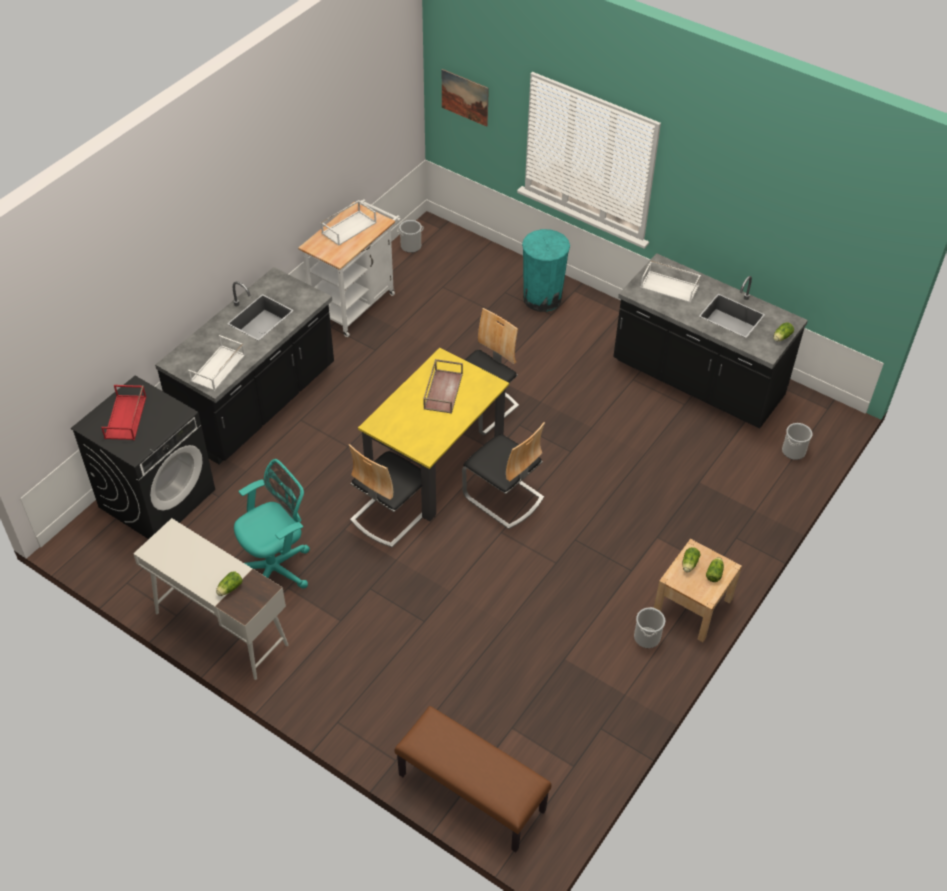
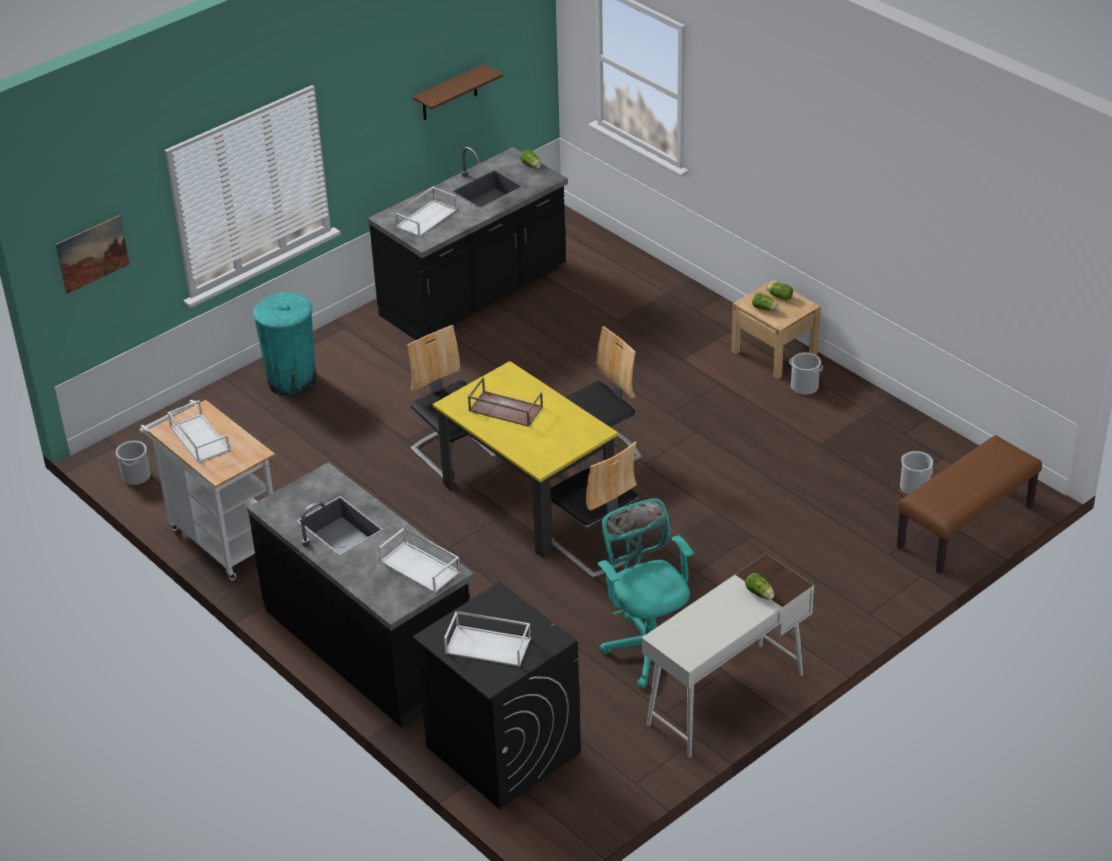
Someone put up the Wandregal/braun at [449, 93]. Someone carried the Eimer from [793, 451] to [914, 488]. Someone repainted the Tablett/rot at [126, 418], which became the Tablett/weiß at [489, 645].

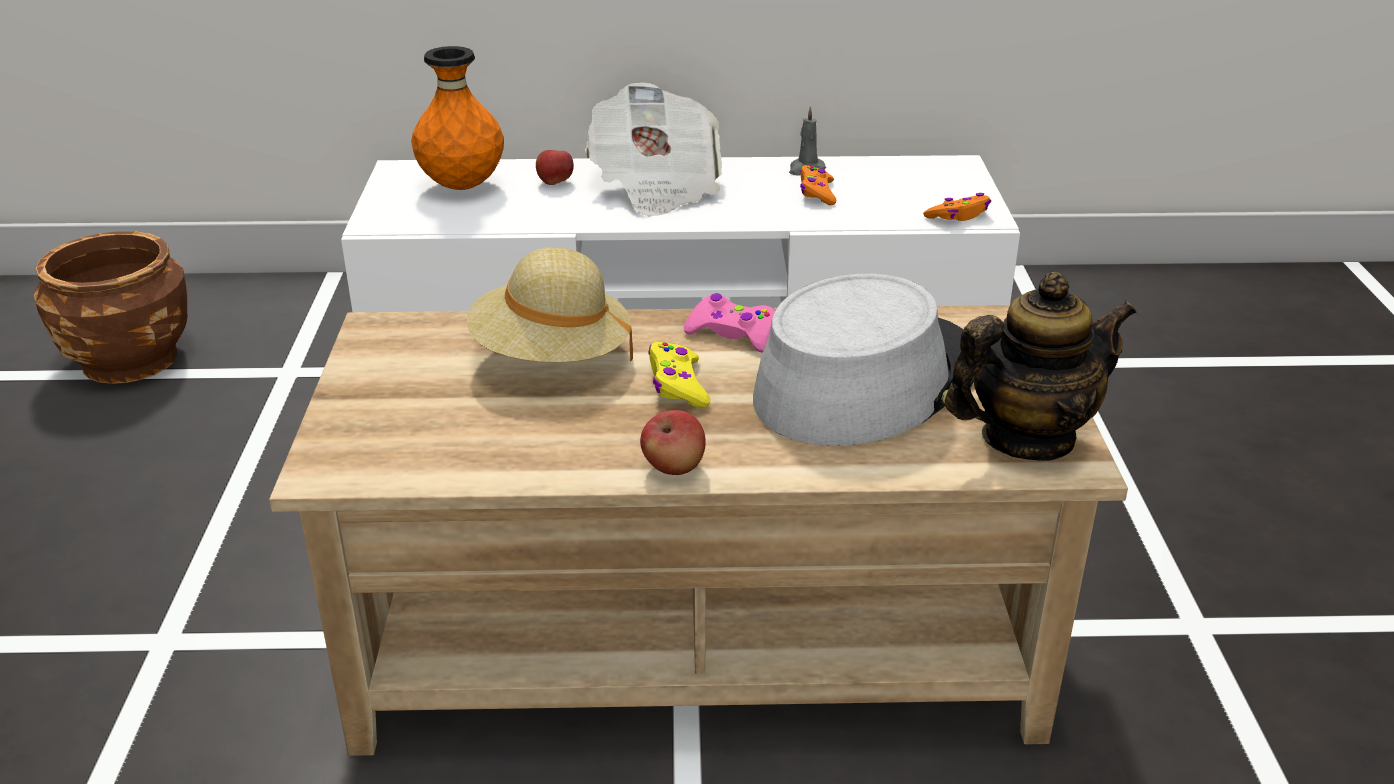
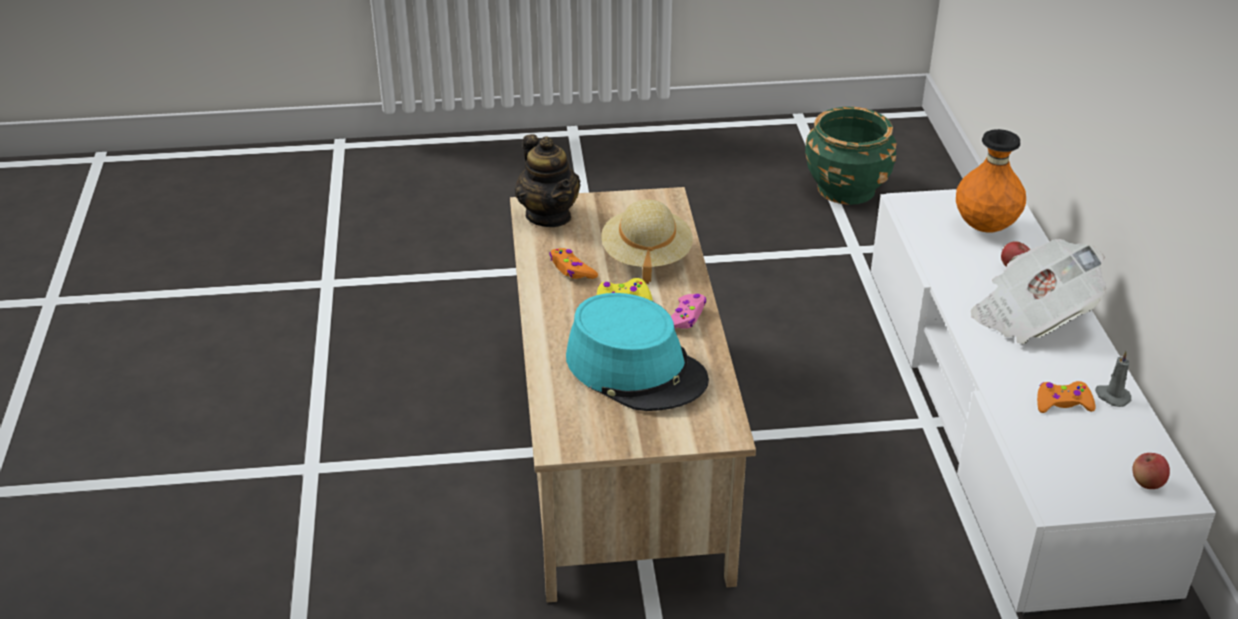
Someone carried the Apfel from [674, 468] to [1147, 483]. Someone carried the Gamepad/orange from [959, 216] to [572, 270]. Someone carried the Teekanne from [1027, 438] to [549, 215]. Someone repainted the Pflanzkübel/braun at [130, 359], which became the Pflanzkübel/grün at [846, 188]. Someone repainted the Hut/grau at [865, 381], which became the Hut/türkis at [636, 369].

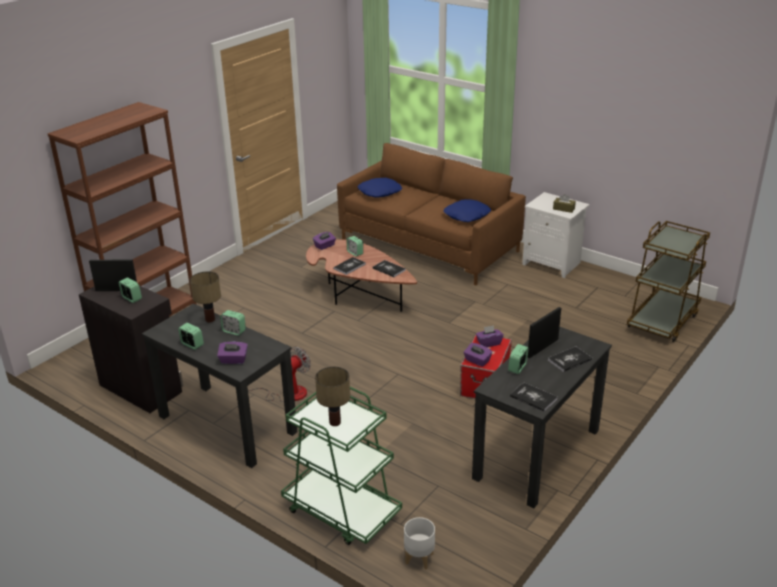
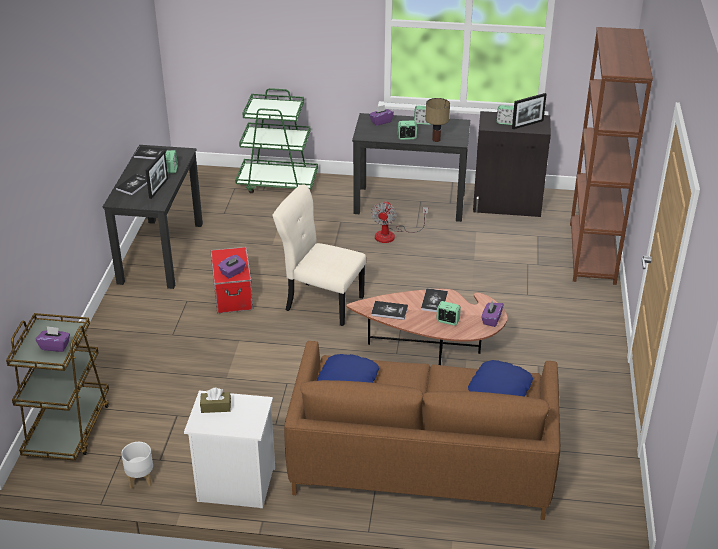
Someone took away the Tischlampe at [335, 422]. Someone put down the Stuhl/beige at [321, 302]. Someone carried the Pflanzkübel/weiß from [419, 559] to [140, 479]. Someone carried the Taschentuchbox/lila from [477, 361] to [55, 346].

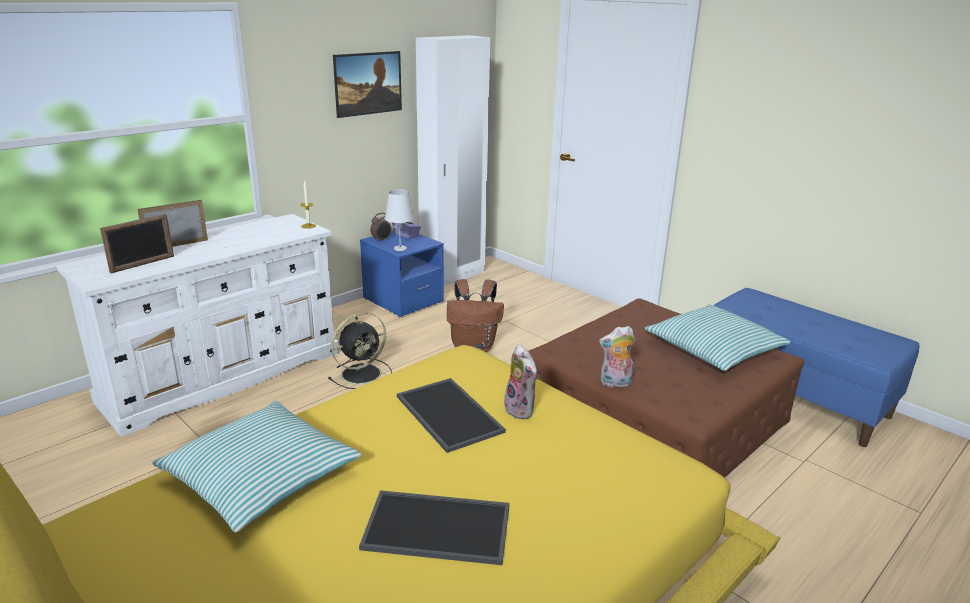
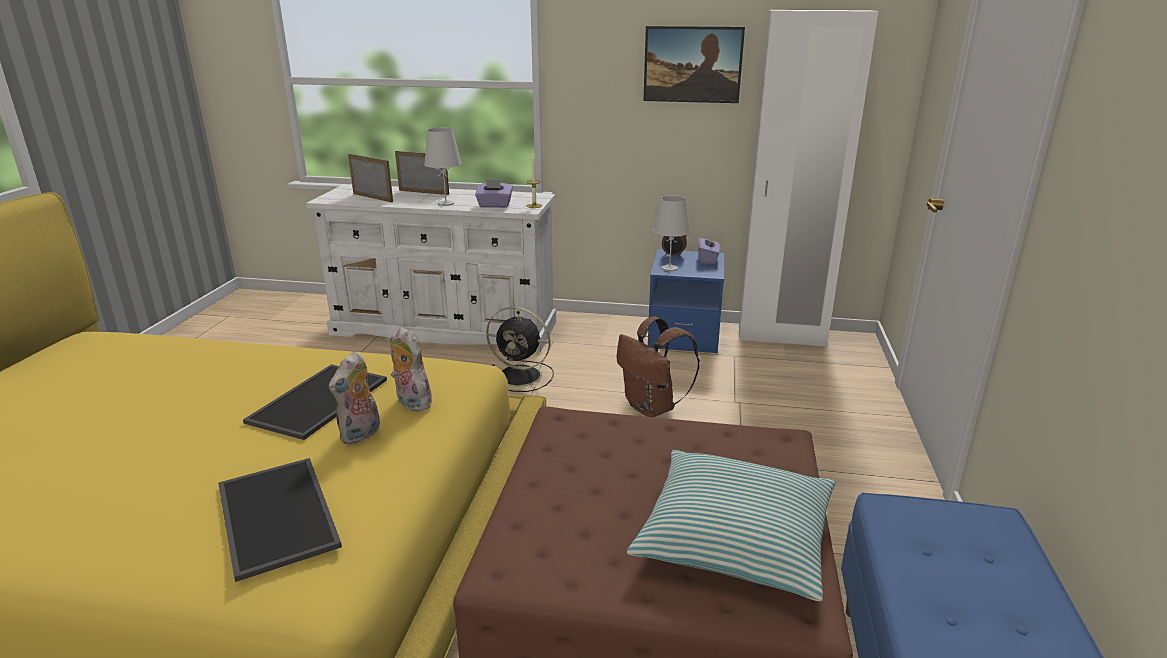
Someone took away the Kissen at [261, 477]. Someone put down the Tischlampe/weiß at [445, 203]. Someone put down the Taschentuchbox/lila at [494, 205]. Someone carried the Tablett from [435, 529] to [274, 515]. Someone carried the Plüschtier from [615, 383] to [411, 403]. Someone rotated the Bilderrahmen at [143, 264] by 150 degrees counterclockwise.

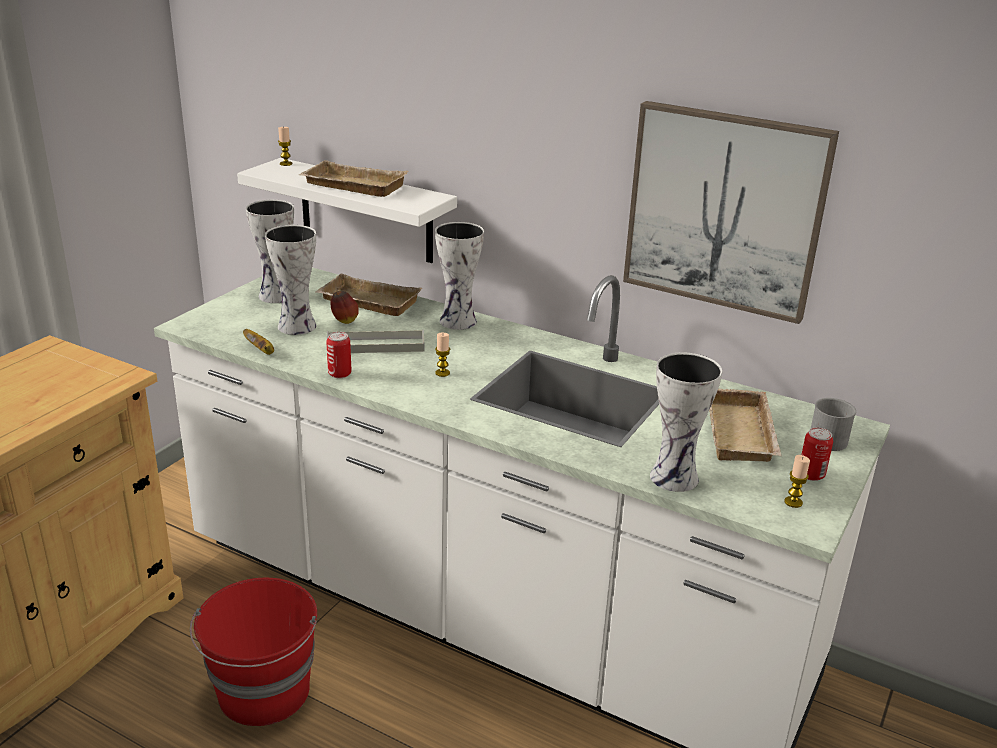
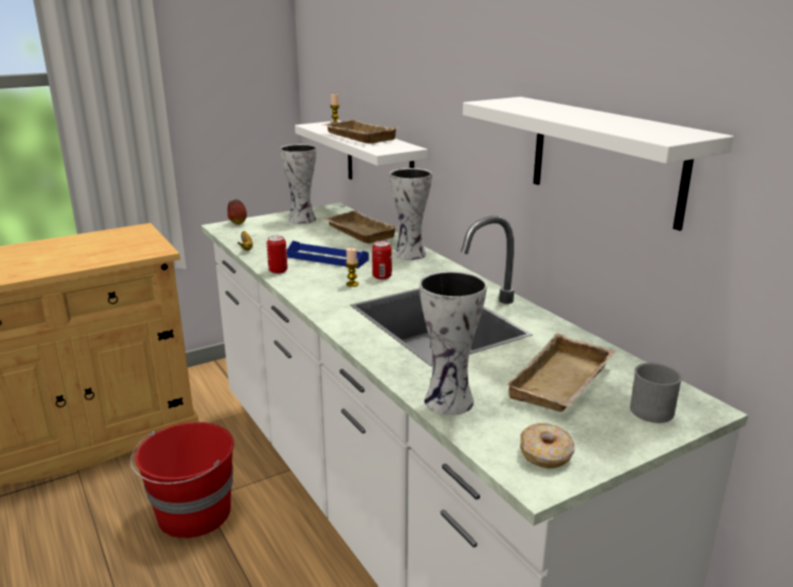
Someone took away the Vase at [297, 327]. Someone carried the Apfel from [344, 321] to [237, 223]. Someone carried the Dose from [811, 475] to [382, 276]. Someone swapped the Bild at [724, 210] for the Wandregal/weiß at [605, 159]. Someone swapped the Kerze at [793, 502] for the Donut at [546, 454]. Someone repainted the Tablett/grau at [376, 345], which became the Tablett/blau at [327, 258].

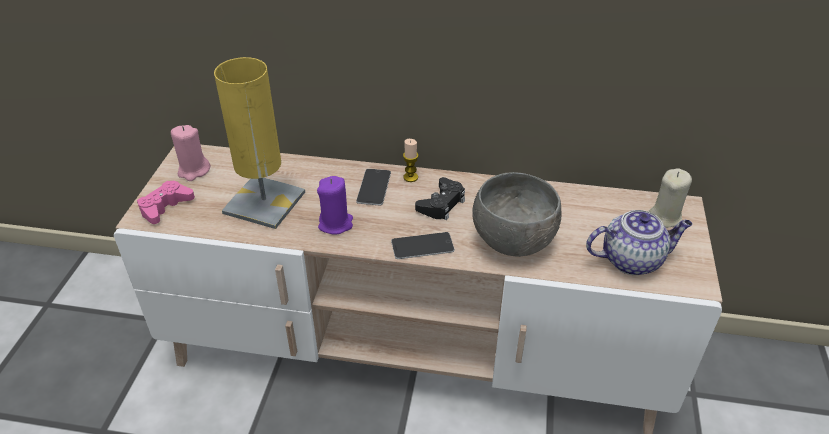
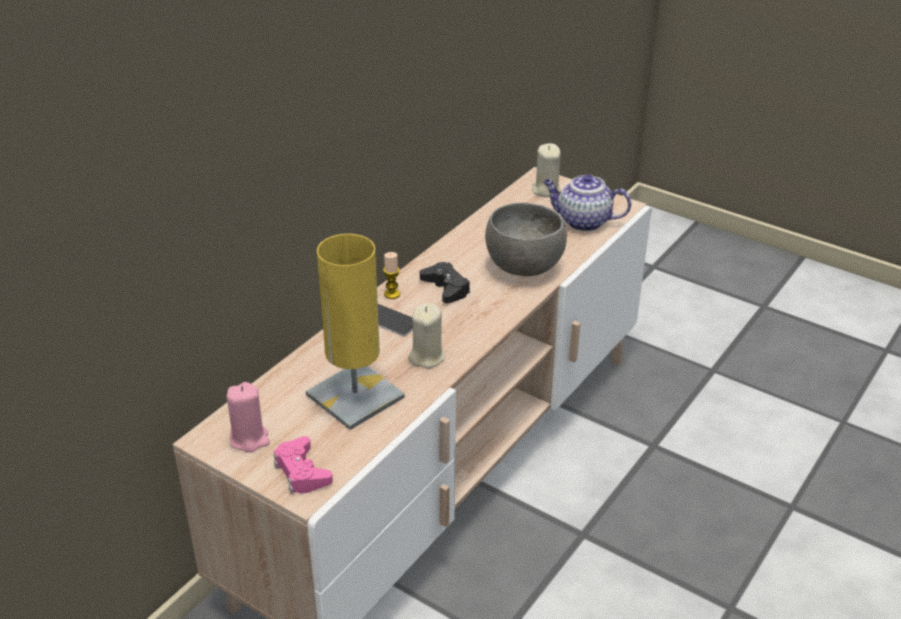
Someone took away the Handy at [422, 246]. Someone repainted the Kerze/lila at [336, 224], which became the Kerze/beige at [426, 357]. Someone rotated the Teekanne at [632, 260] by 90 degrees counterclockwise.

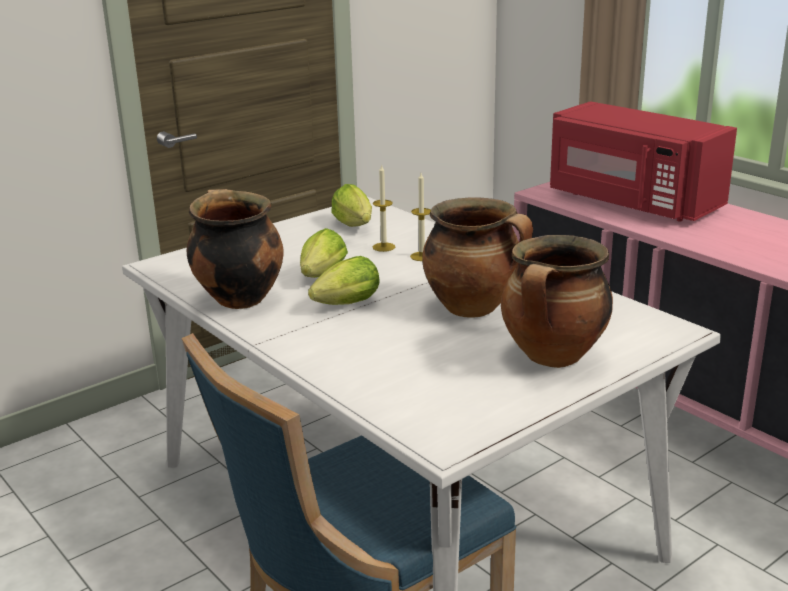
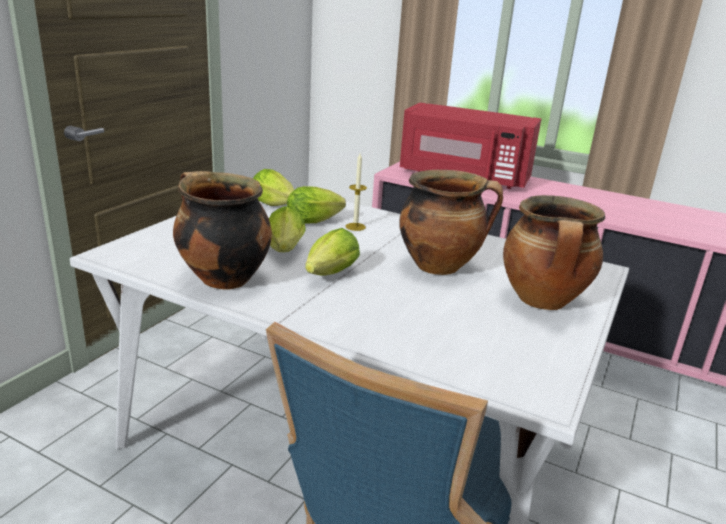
Someone swapped the Kerze at [384, 247] for the Salatkopf at [316, 221].

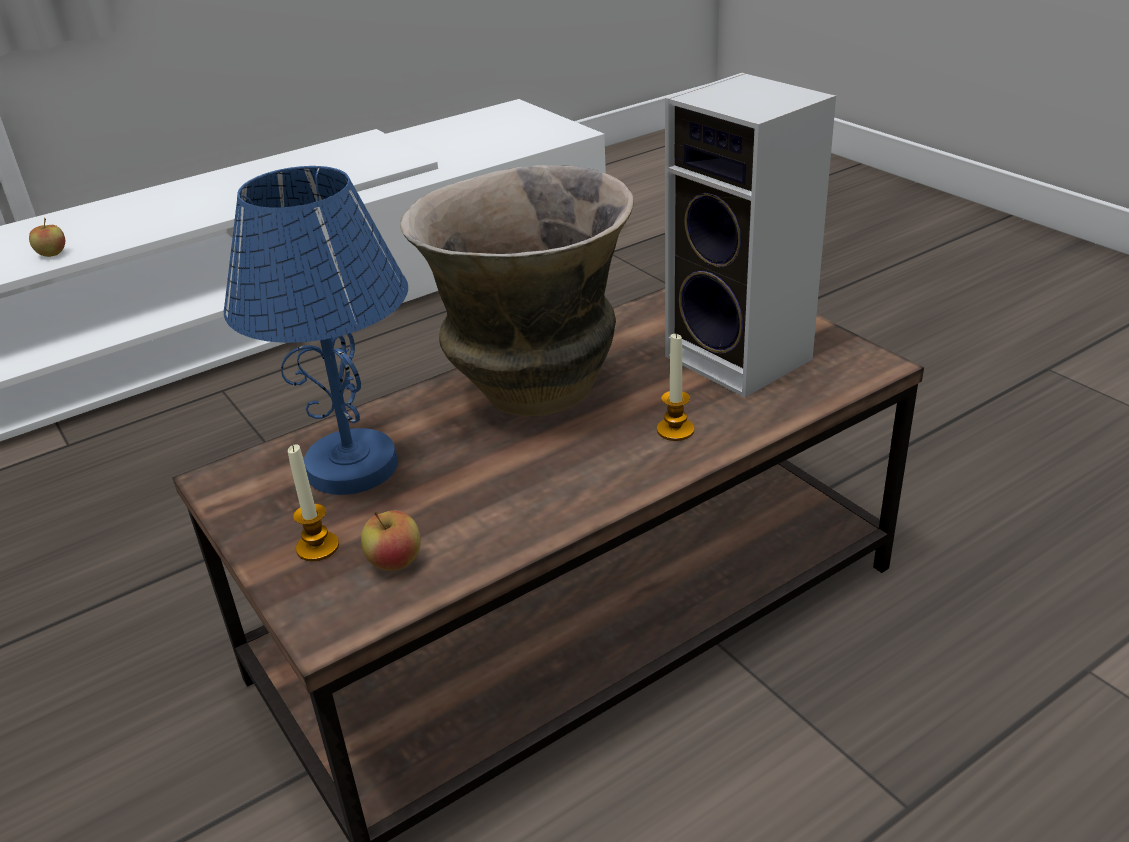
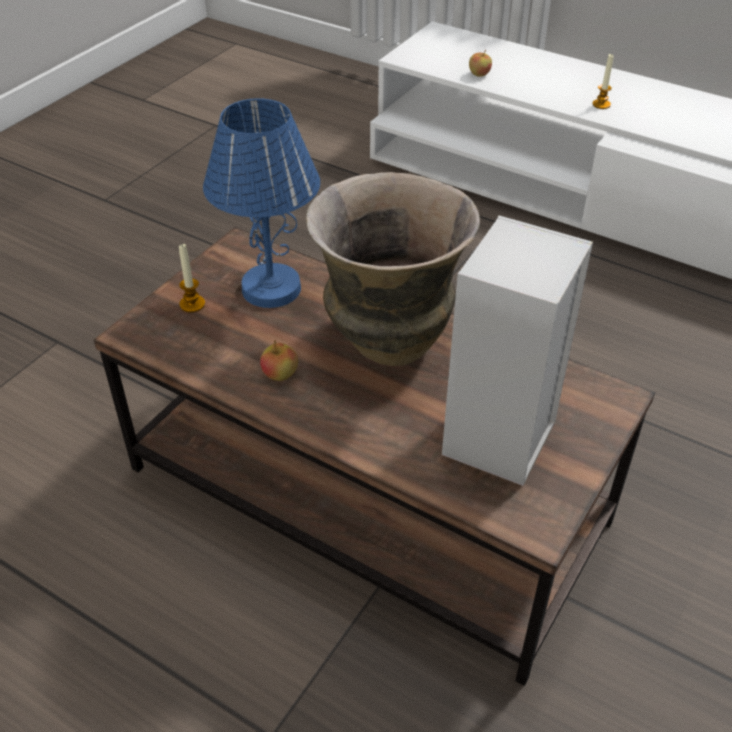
Someone carried the Apfel from [395, 562] to [280, 375]. Someone carried the Kerze from [675, 430] to [601, 104].

